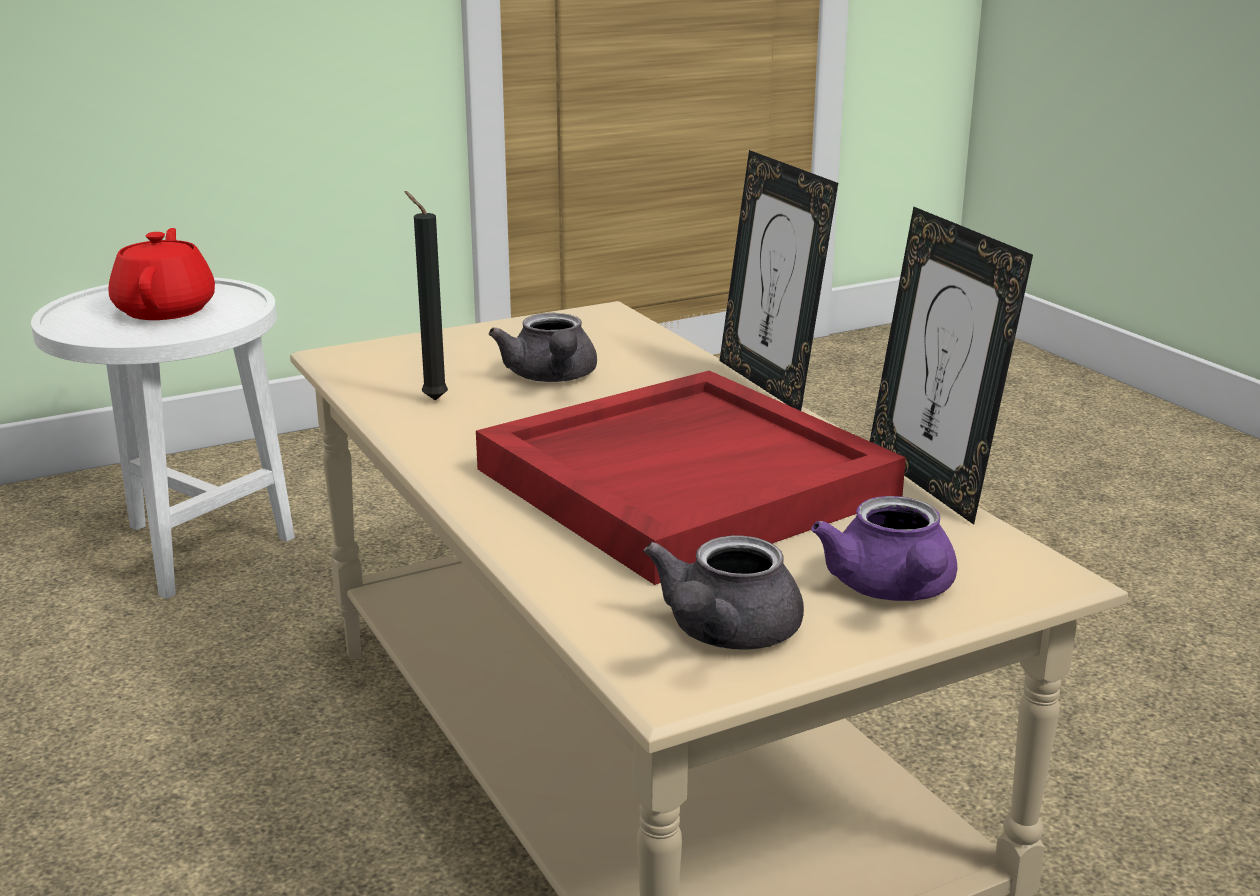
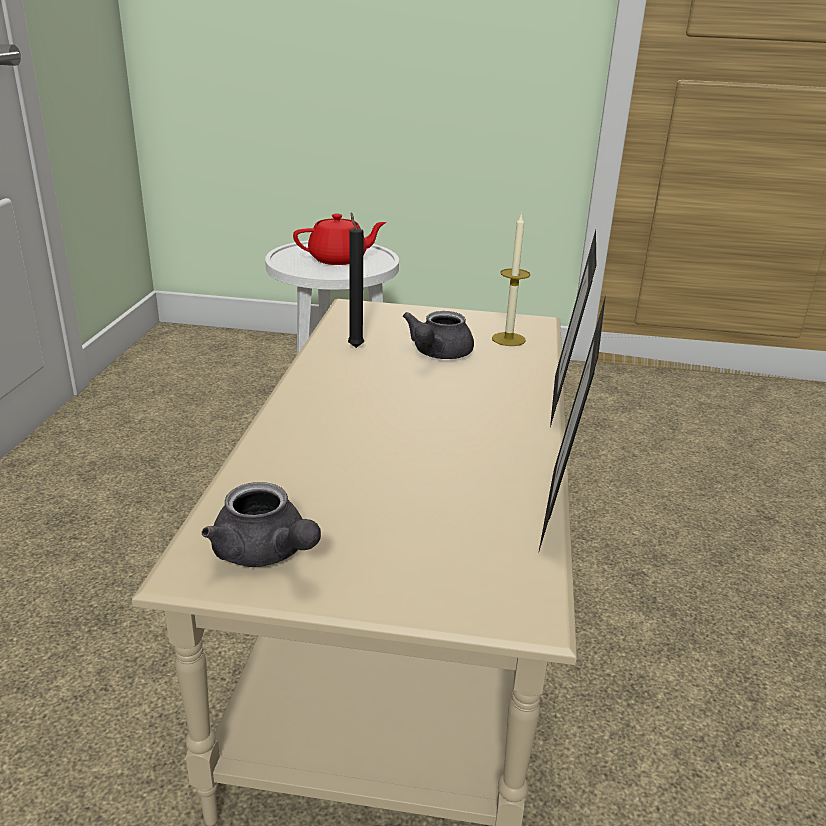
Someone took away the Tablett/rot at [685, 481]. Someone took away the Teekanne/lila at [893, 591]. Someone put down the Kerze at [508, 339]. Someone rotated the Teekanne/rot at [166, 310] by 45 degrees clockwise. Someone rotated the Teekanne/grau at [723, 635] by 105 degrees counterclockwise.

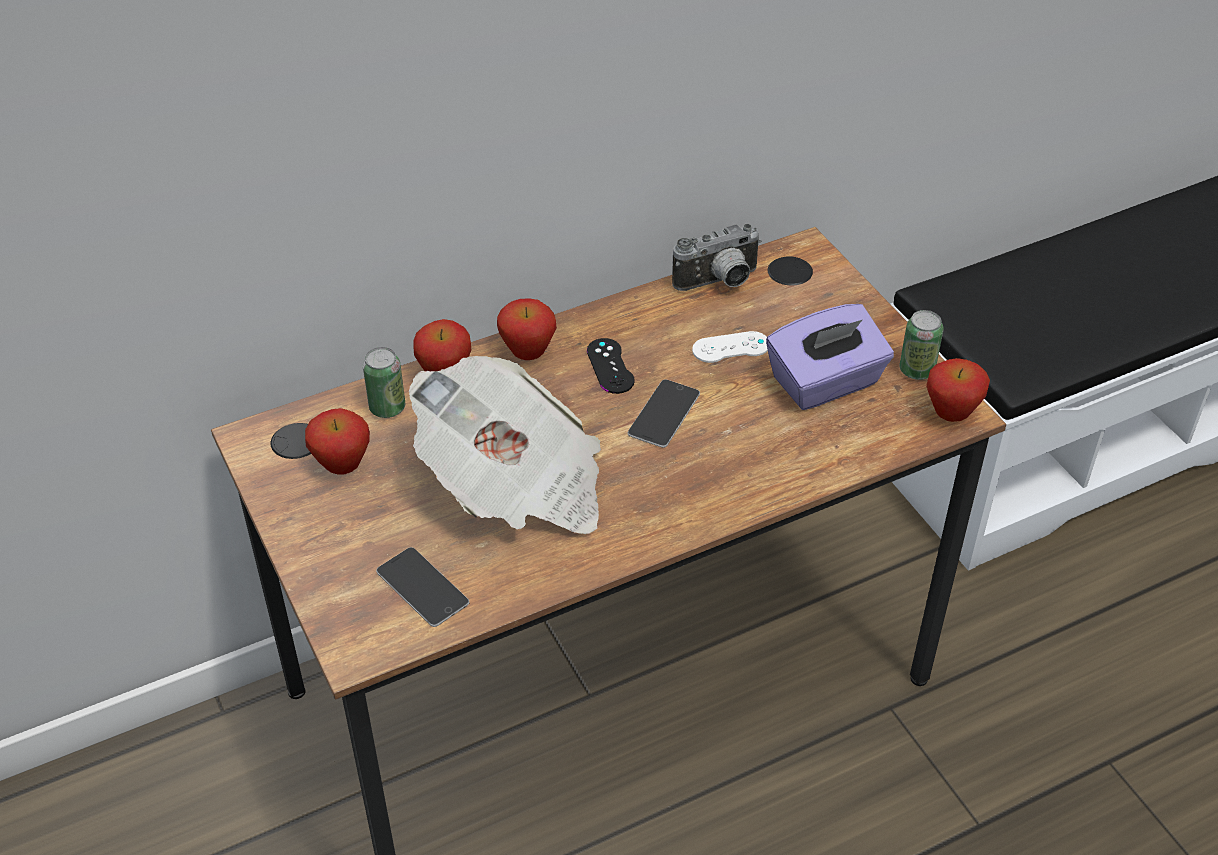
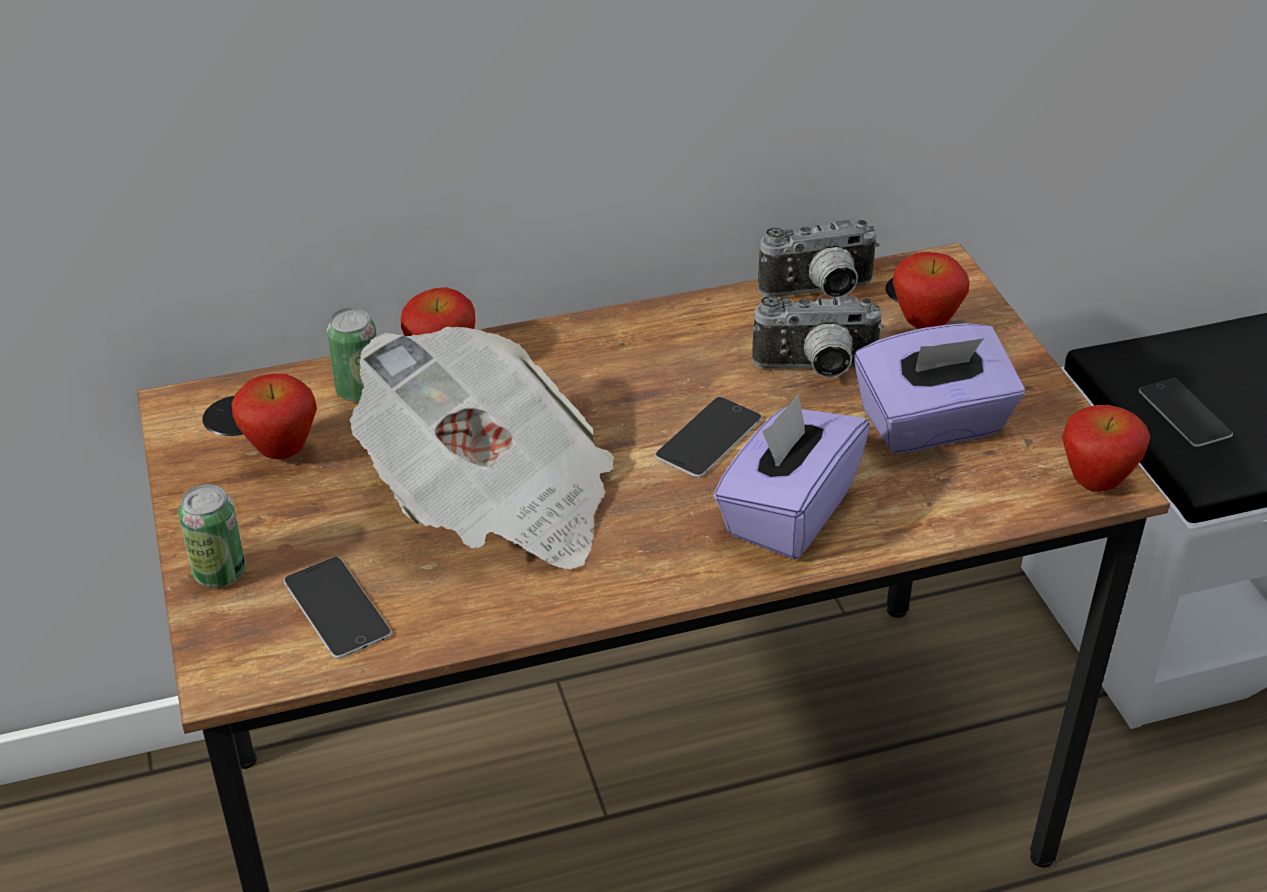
Someone took away the Gamepad/schwarz at [610, 366]. Someone put down the Taschentuchbox/lila at [787, 512]. Someone put down the Handy at [1184, 413]. Someone carried the Apfel from [528, 354] to [924, 325]. Someone carried the Dose from [916, 370] to [220, 572]. Someone swapped the Gamepad/weiß at [731, 347] for the Kamera at [816, 370].

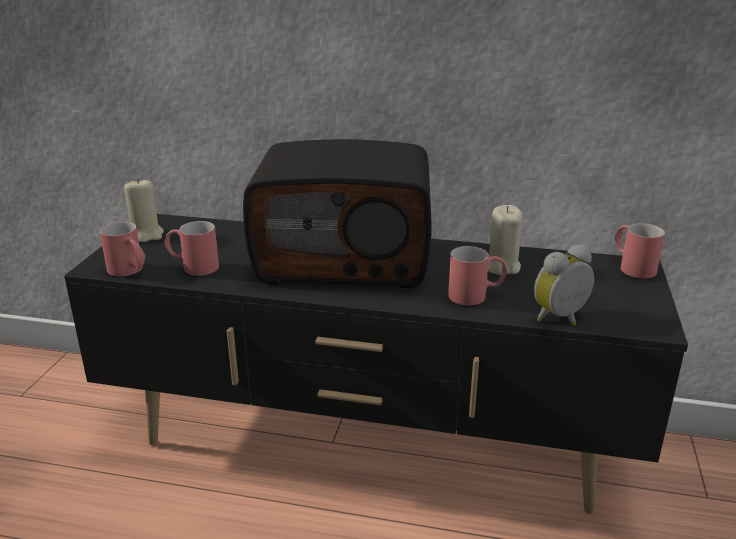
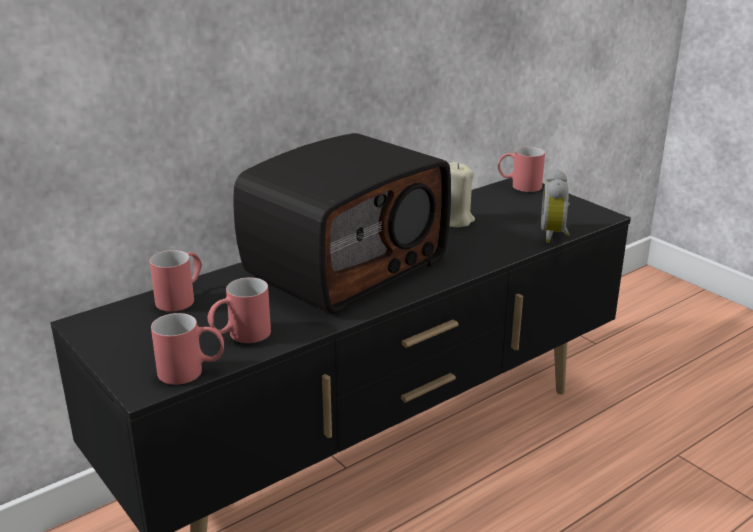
Someone took away the Kerze/beige at [146, 235]. Someone carried the Henkelbecher/rot from [476, 295] to [181, 298].

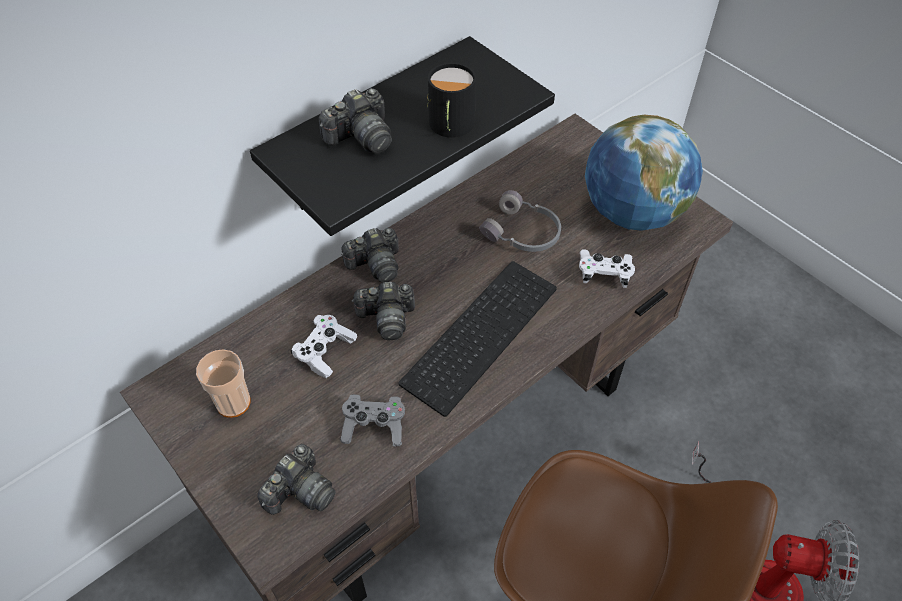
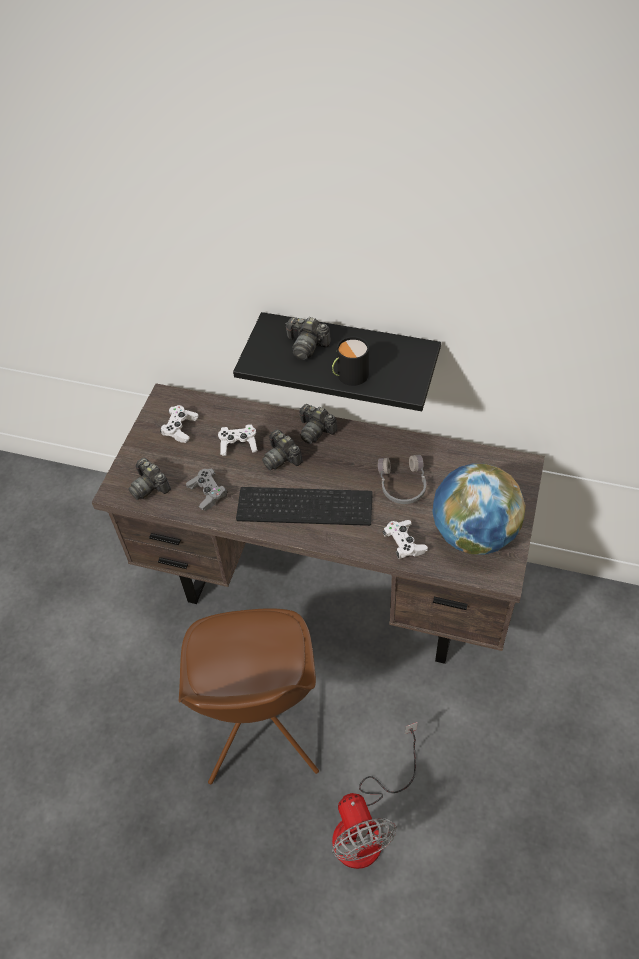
Someone swapped the Tasse at [233, 402] for the Gamepad/weiß at [180, 428]. Someone rotated the Kamera at [300, 491] by 45 degrees clockwise.

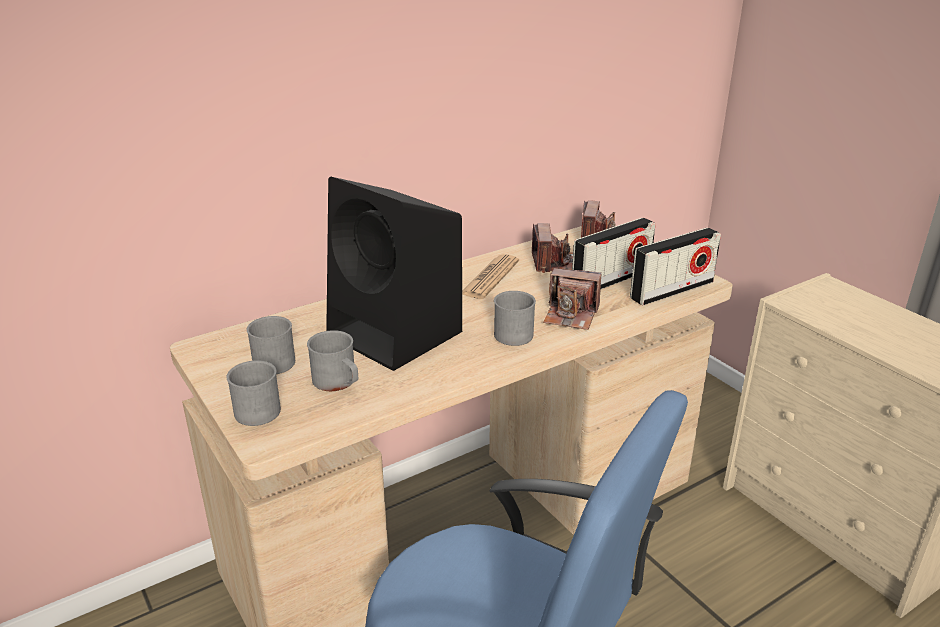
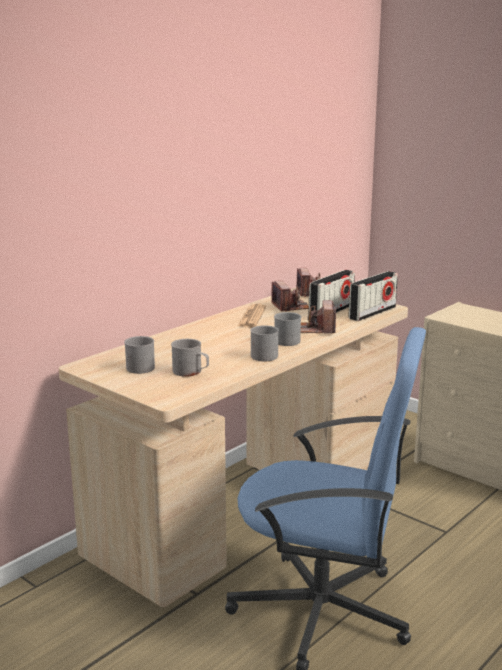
Someone took away the Lautsprecher/schwarz at [398, 334]. Someone carried the Henkelbecher/grau from [260, 407] to [263, 354]. Someone rotated the Kamera at [571, 315] by 90 degrees clockwise.

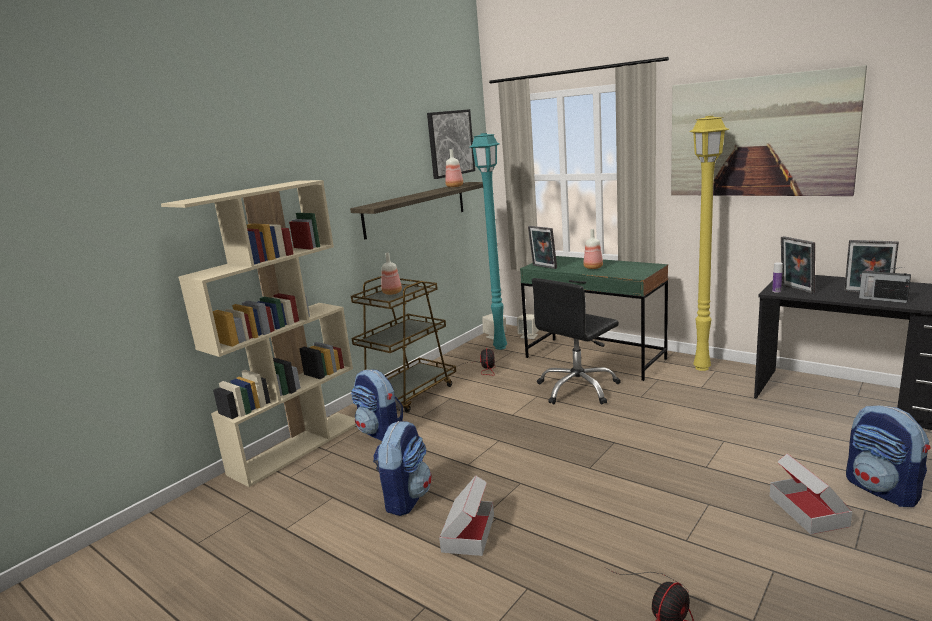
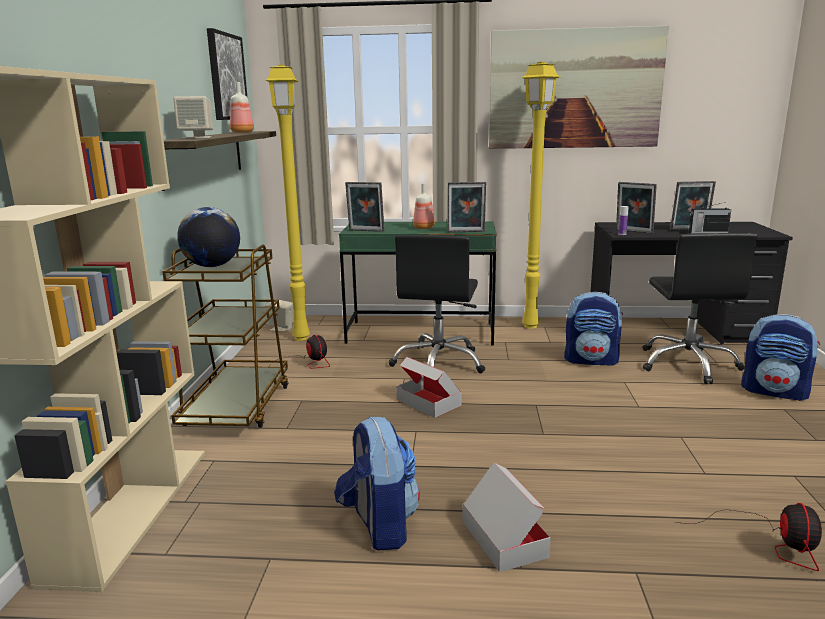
Someone put down the Bilderrahmen at [466, 232]. Someone put down the Bürostuhl/schwarz at [688, 364]. Someone carried the Rucksack from [380, 432] to [591, 360]. Someone carried the Lautsprecher/beige from [529, 336] to [197, 138]. Someone carried the Karton from [808, 511] to [428, 402]. Someone swapped the Flasche at [391, 293] for the Globus at [212, 266]. Someone repainted the Stehlampe/türkis at [500, 347], which became the Stehlampe/gelb at [300, 338].

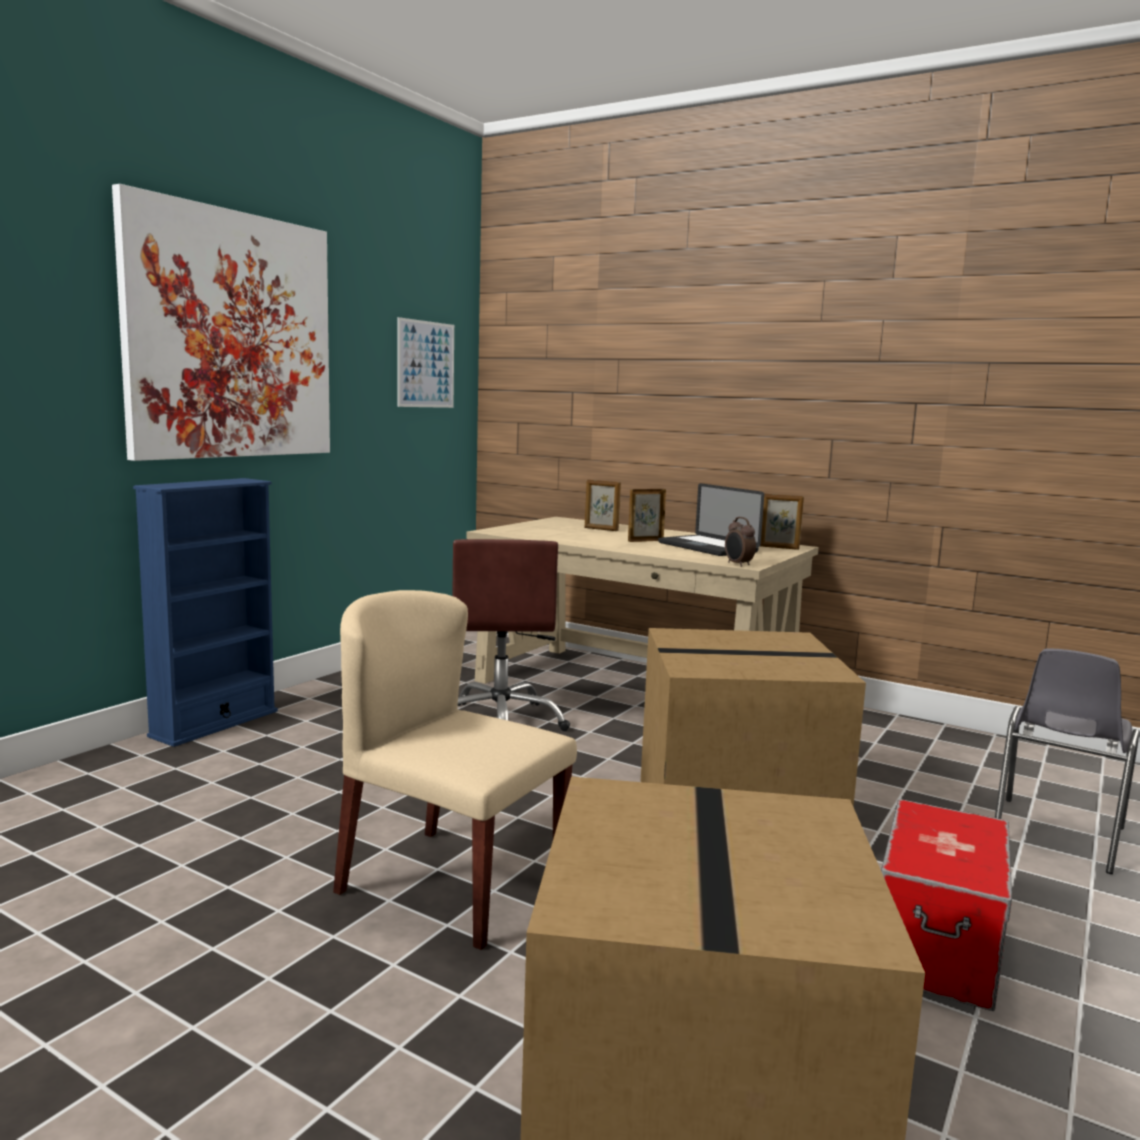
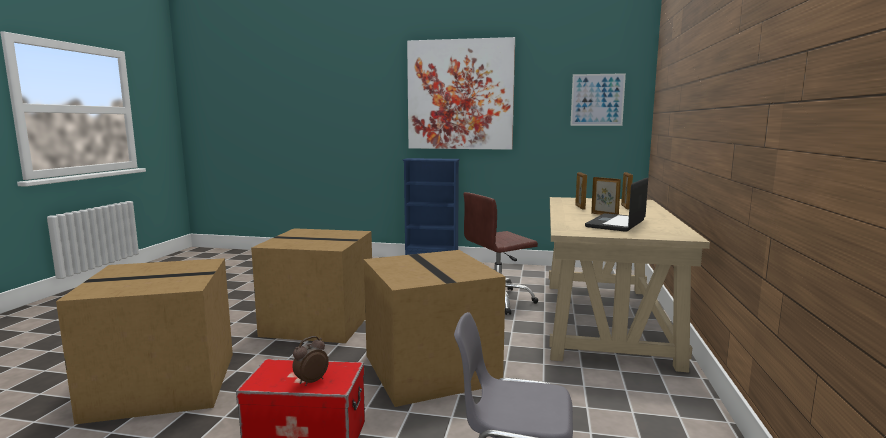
Someone carried the Wecker from [738, 564] to [310, 381]. Someone carried the Bilderrahmen from [779, 547] to [580, 207]. Someone swapped the Stuhl/beige at [450, 884] for the Karton at [321, 321].

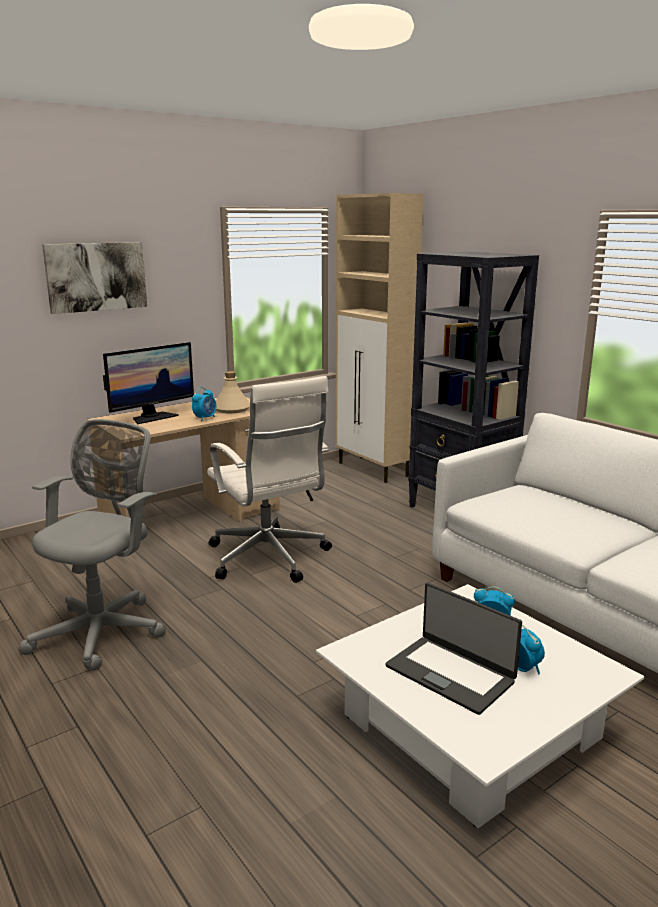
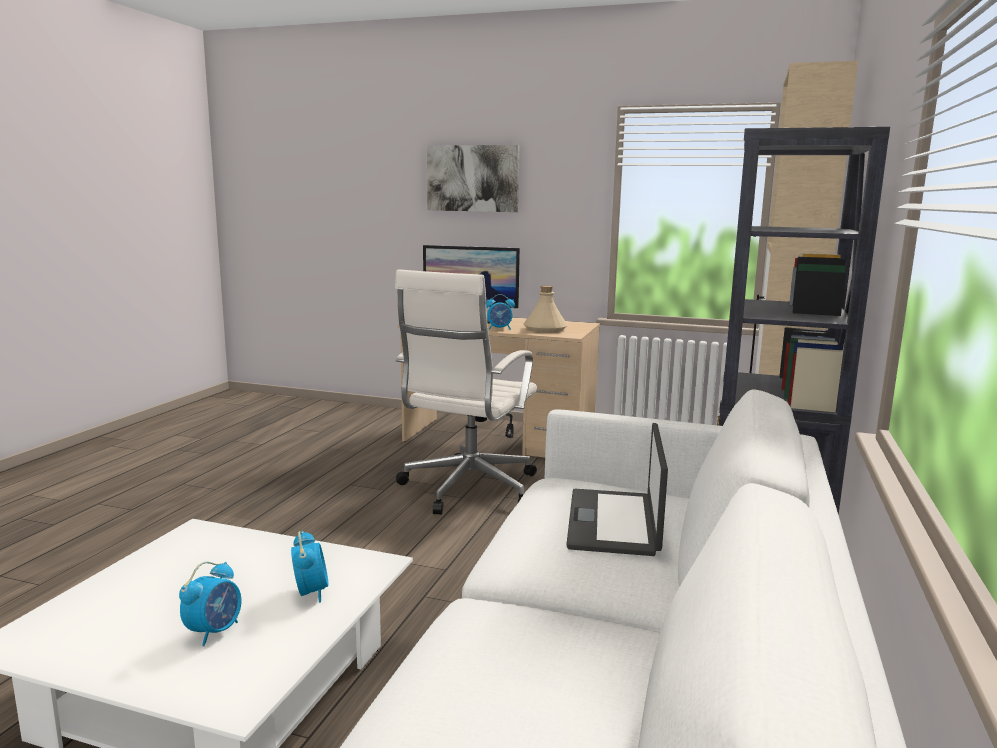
Someone took away the Bürostuhl/grau at [103, 630]. Someone carried the Laptop from [450, 673] to [615, 522].

